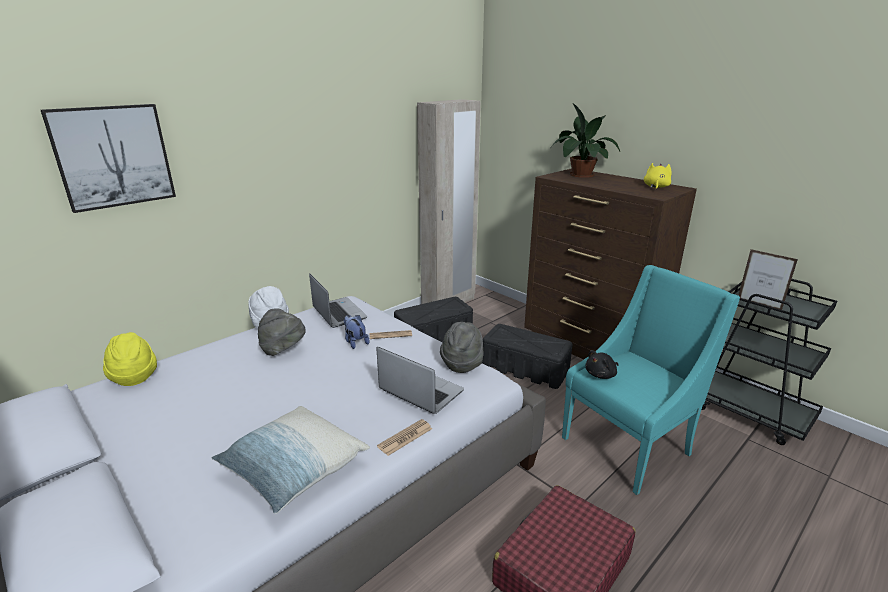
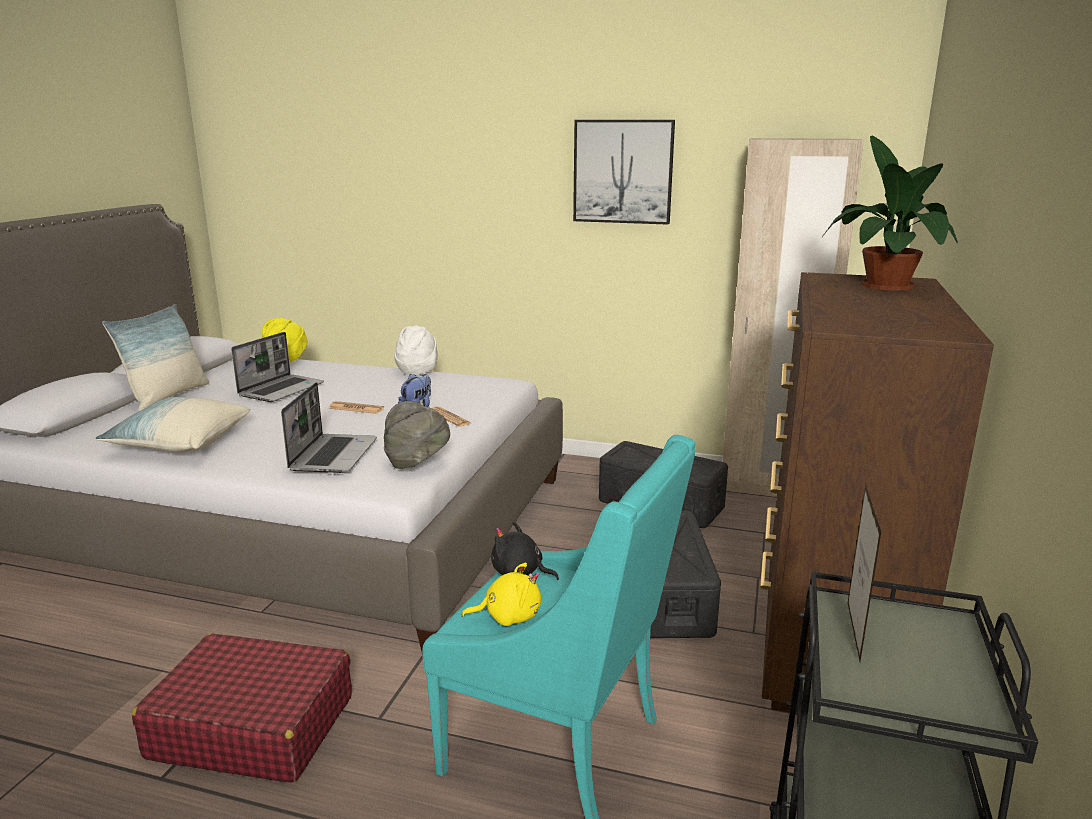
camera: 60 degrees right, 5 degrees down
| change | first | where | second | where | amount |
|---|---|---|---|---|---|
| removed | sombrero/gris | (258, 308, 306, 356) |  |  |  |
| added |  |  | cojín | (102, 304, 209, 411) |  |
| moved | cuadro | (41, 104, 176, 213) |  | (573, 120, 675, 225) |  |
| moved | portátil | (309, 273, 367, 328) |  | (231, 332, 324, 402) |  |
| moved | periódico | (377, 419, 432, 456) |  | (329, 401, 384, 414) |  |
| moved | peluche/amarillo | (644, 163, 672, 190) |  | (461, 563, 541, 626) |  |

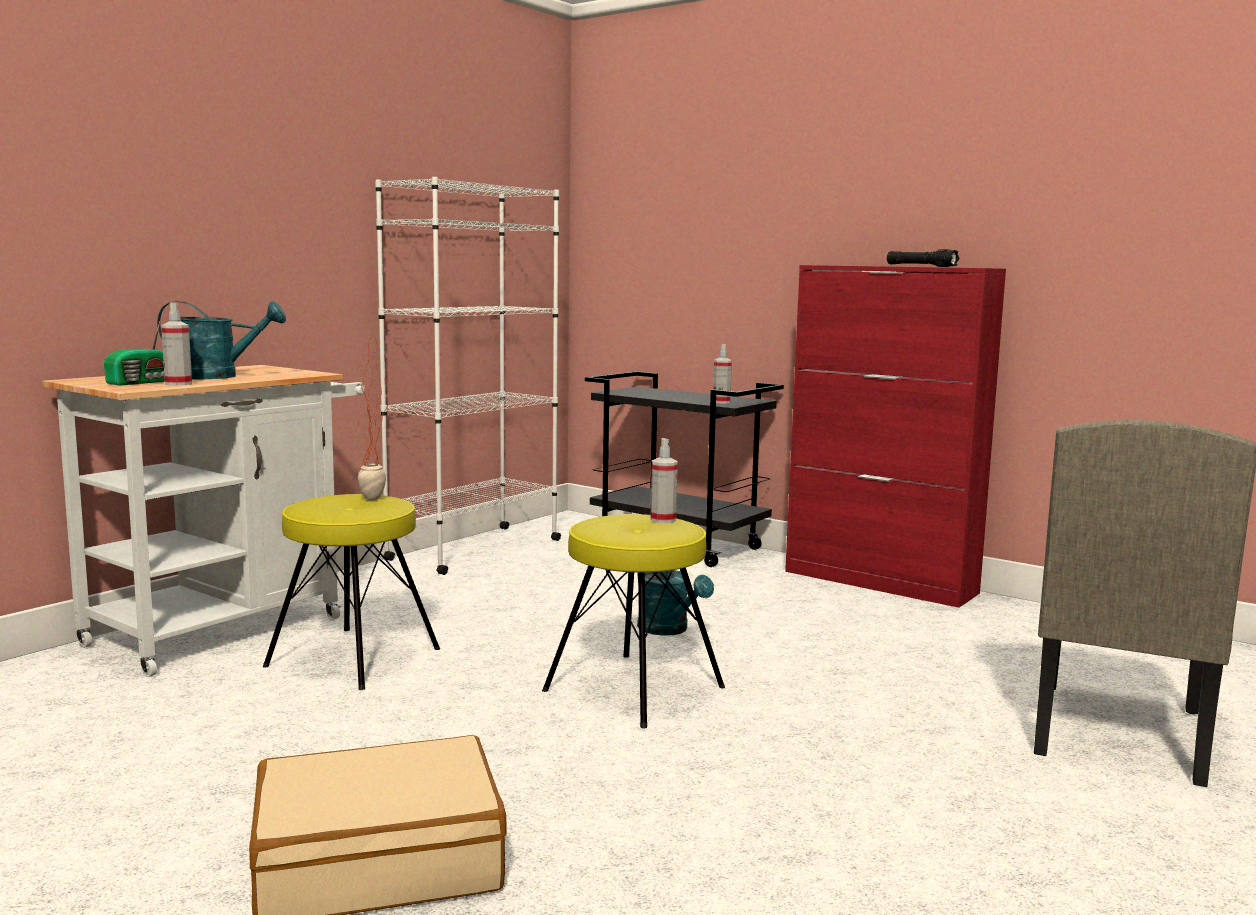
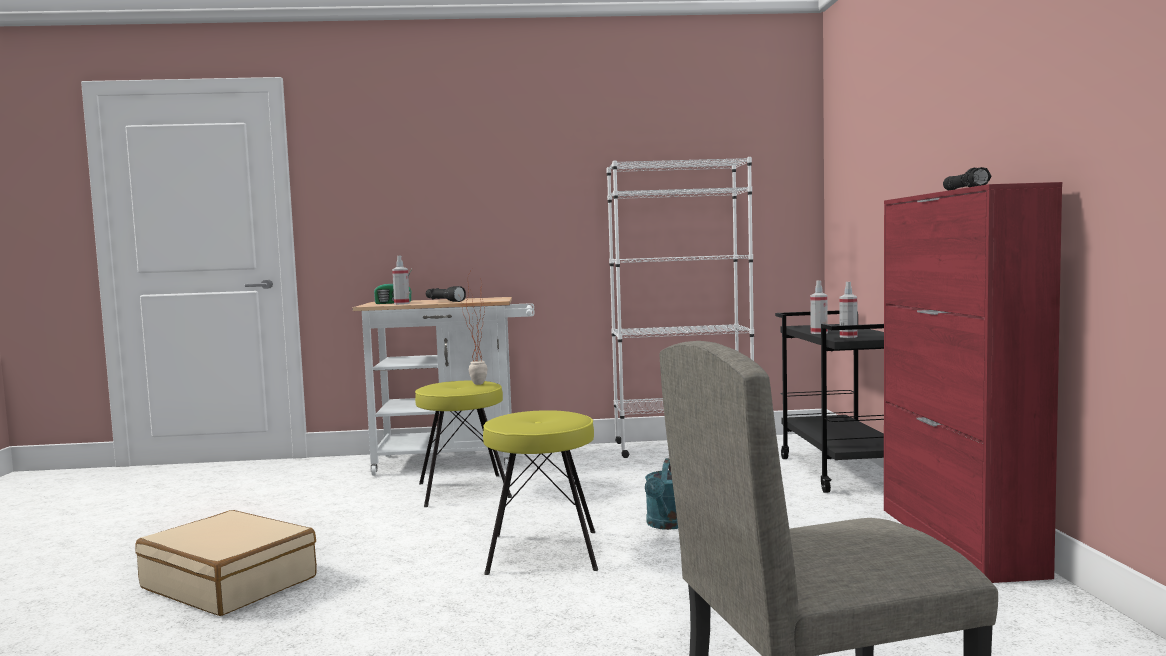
camera: 50 degrees right, 5 degrees down
| change | first | where | second | where | amount |
|---|---|---|---|---|---|
| moved | pulverizador | (650, 438, 678, 523) |  | (810, 281, 828, 334) |  |
| replaced | regadera/turquesa | (157, 301, 286, 379) | linterna/negro | (426, 286, 466, 302) |  |

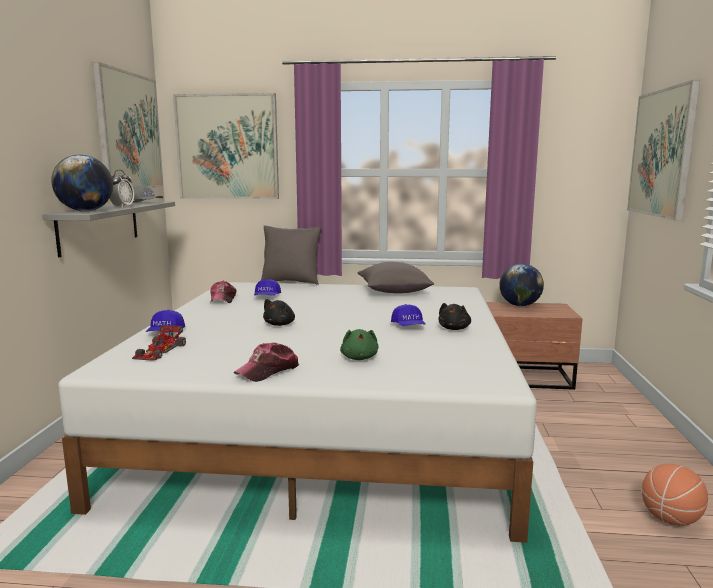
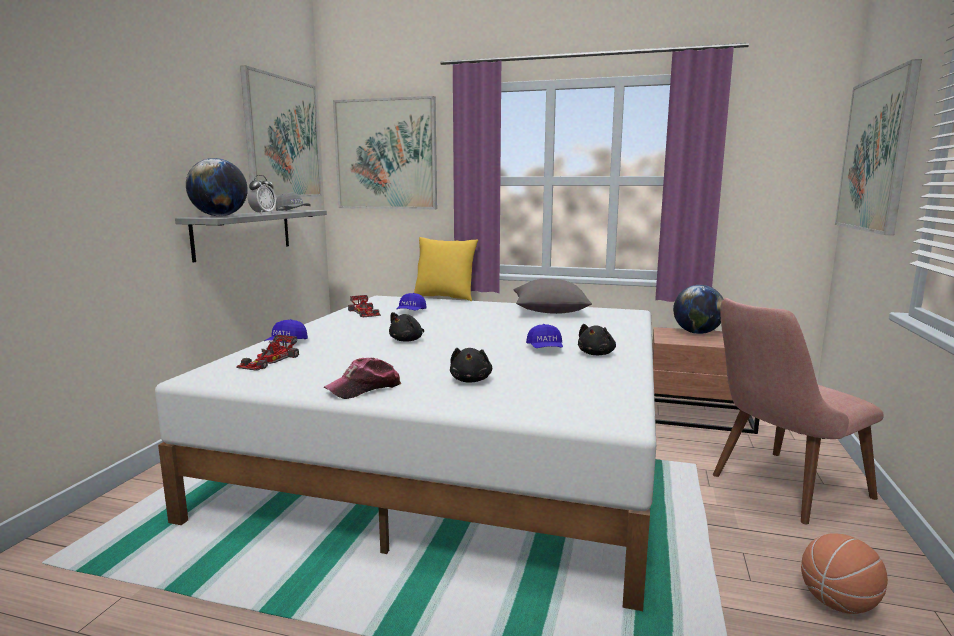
camera: 10 degrees right, 0 degrees up
| change | first | where | second | where | amount |
|---|---|---|---|---|---|
| added |  |  | silla/rosa | (713, 298, 884, 525) |  |
| replaced | gorra | (210, 281, 236, 303) | coche de juguete | (348, 295, 381, 317) |  |
| recoloured | cojín/gris | (261, 225, 322, 285) | cojín/amarillo | (414, 237, 478, 302) |  |
| recoloured | peluche/verde | (340, 329, 378, 360) | peluche/negro | (450, 348, 492, 383) |  |

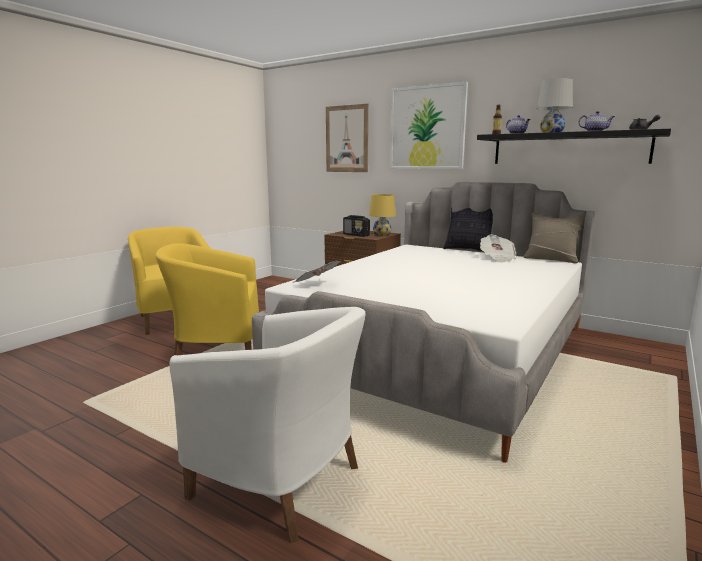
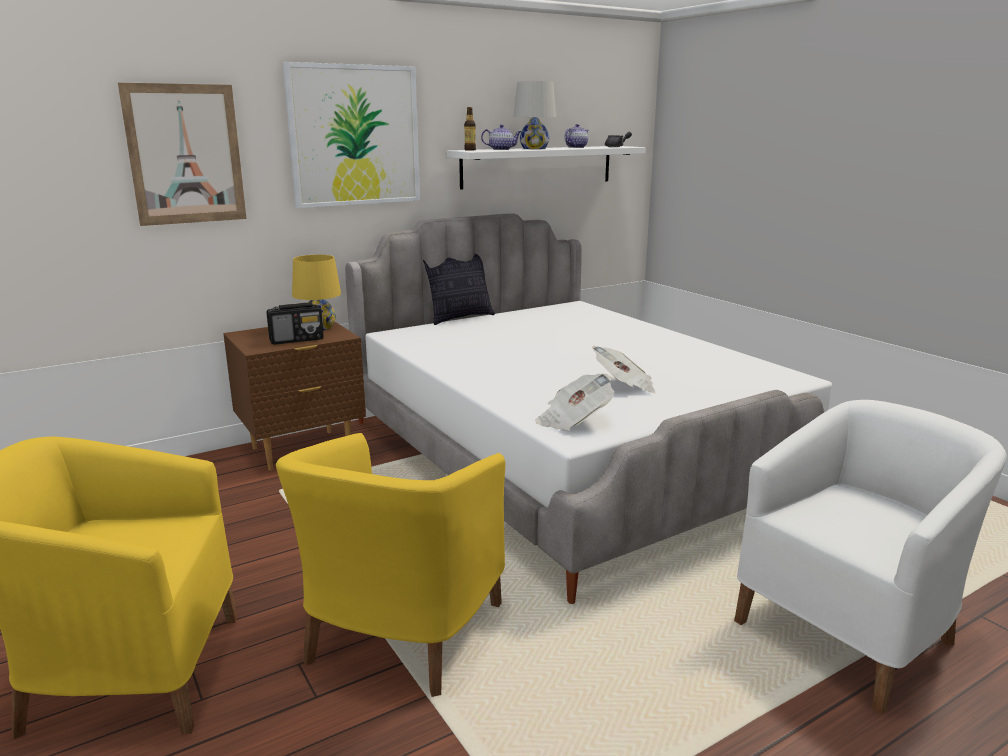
camera: 65 degrees left, 5 degrees up
| change | first | where | second | where | amount |
|---|---|---|---|---|---|
| removed | cojín/beis | (524, 212, 584, 263) |  |  |  |
| moved | periódico | (480, 235, 517, 263) |  | (592, 346, 655, 393) |  |
| recoloured | estante/negro | (477, 129, 671, 164) | estante/blanco | (447, 146, 646, 190) |  |

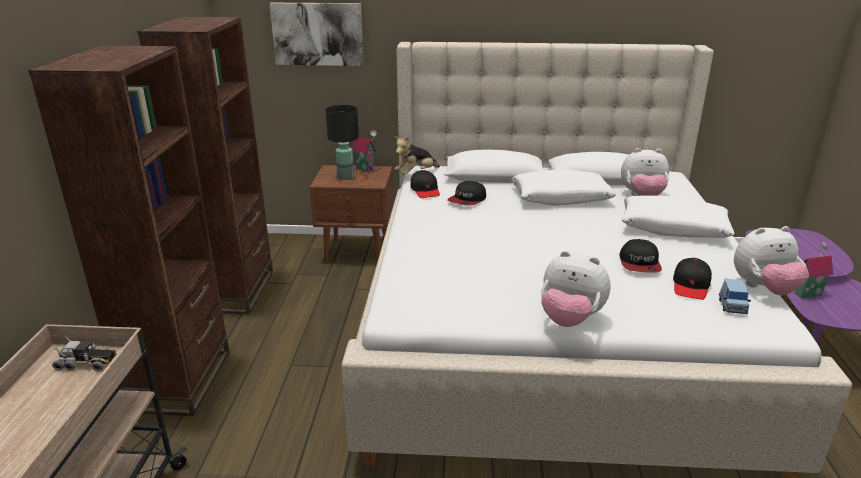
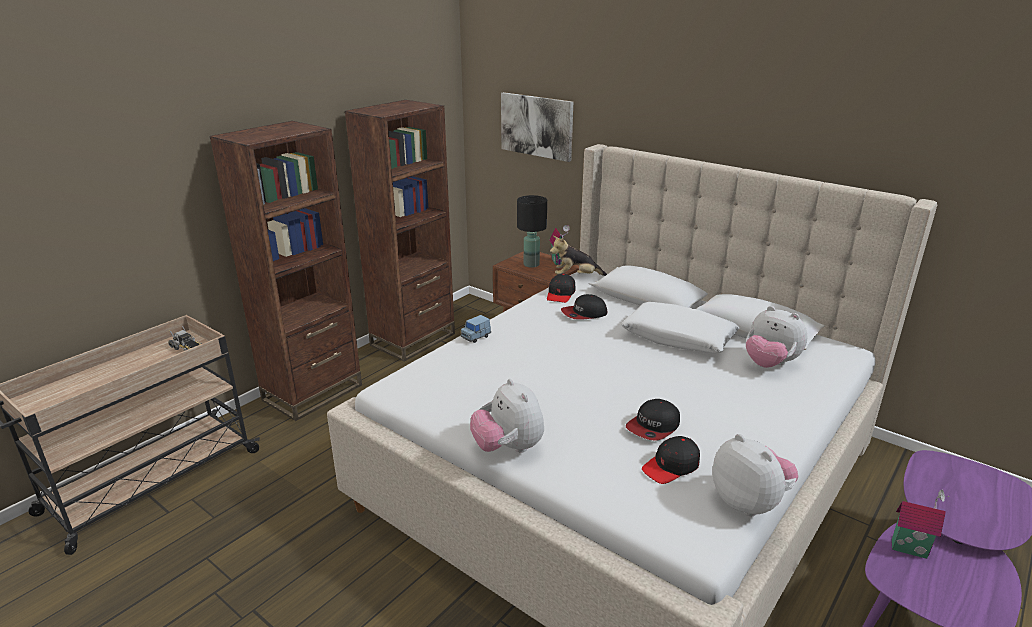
camera: 35 degrees right, 0 degrees up
| change | first | where | second | where | amount |
|---|---|---|---|---|---|
| removed | cojín/blanco | (622, 196, 735, 238) |  |  |  |
| moved | coche de juguete/azul | (719, 279, 751, 314) |  | (461, 315, 491, 343) |  |
| turned | peluche | (734, 226, 809, 295) |  | (712, 434, 798, 516) | 150 degrees counterclockwise |

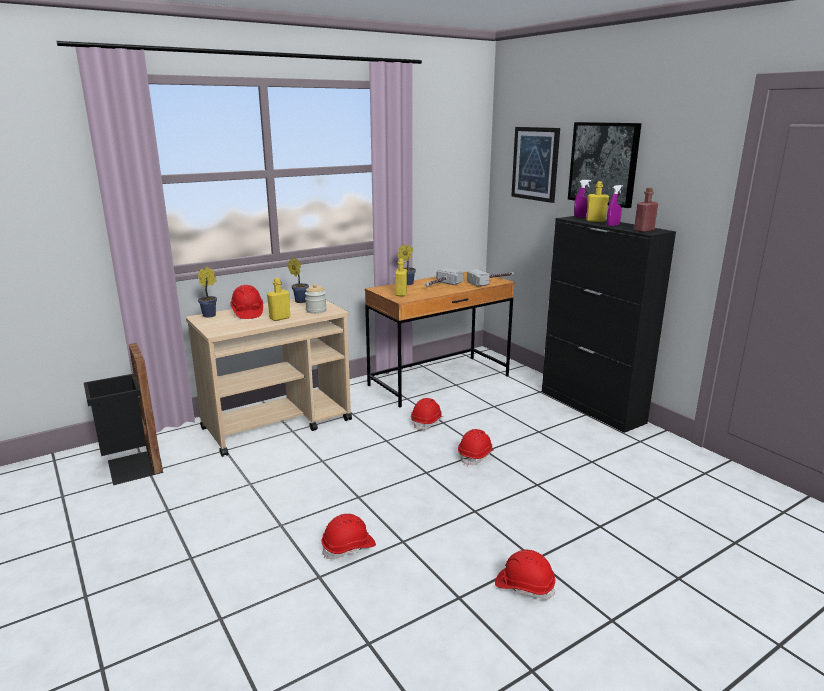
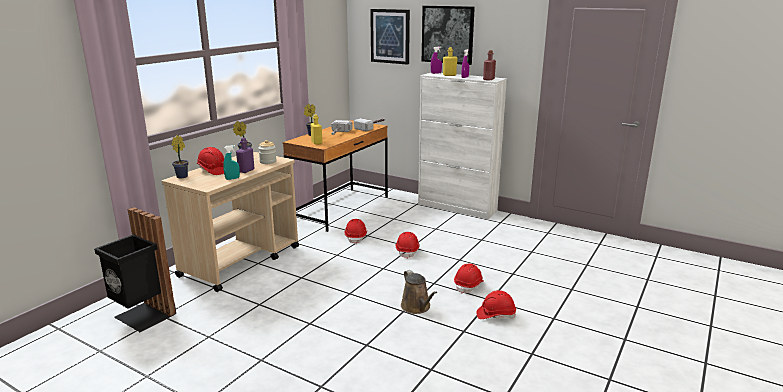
camera: 25 degrees left, 0 degrees up
| change | first | where | second | where | amount |
|---|---|---|---|---|---|
| added |  |  | pulverizador/turquesa | (223, 145, 240, 180) |  |
| added |  |  | regadera/marrón | (401, 270, 437, 314) |  |
| moved | casco/rojo | (322, 514, 376, 559) |  | (454, 263, 483, 294) |  |
| recoloured | botella/amarillo | (267, 278, 290, 321) | botella/morado | (236, 138, 255, 173) |  |
| recoloured | armario/negro | (542, 216, 676, 433) | armario/blanco | (418, 73, 507, 219) |  |

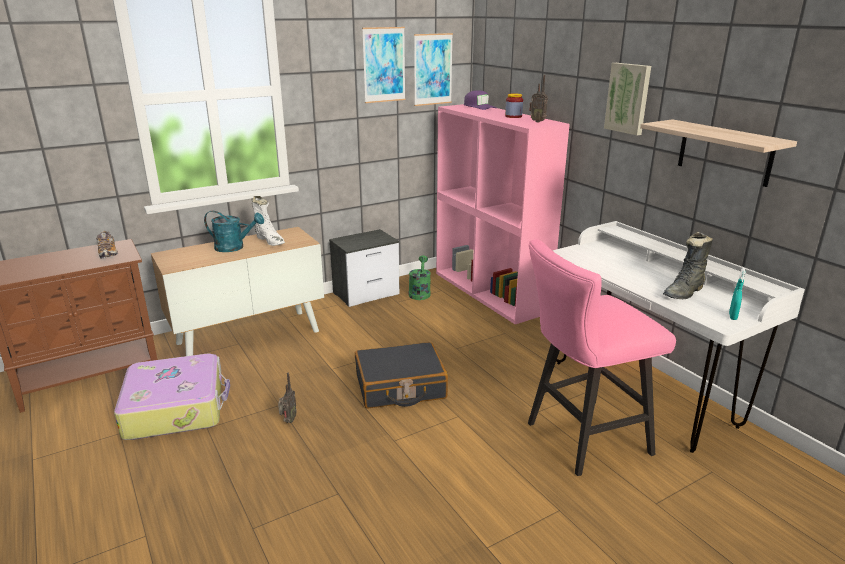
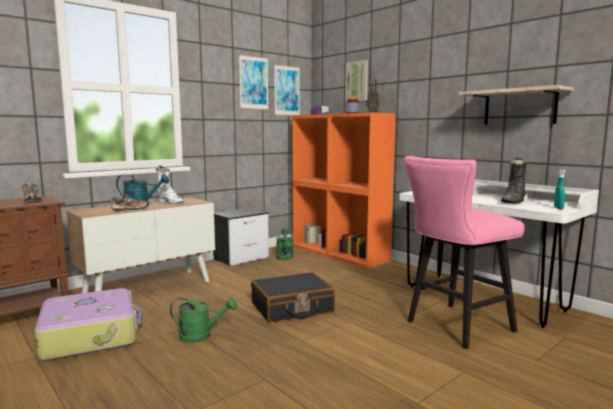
camera: 10 degrees left, 15 degrees down
| change | first | where | second | where | amount |
|---|---|---|---|---|---|
| added |  |  | zapato | (110, 194, 148, 211) |  |
| moved | cuadro | (604, 63, 651, 135) |  | (346, 60, 368, 102) |  |
| replaced | radio | (278, 373, 297, 423) | regadera/verde | (170, 297, 237, 343) |  |
| recoloured | estantería/rosa | (436, 104, 570, 324) | estantería/naranja | (292, 113, 396, 268) |  |

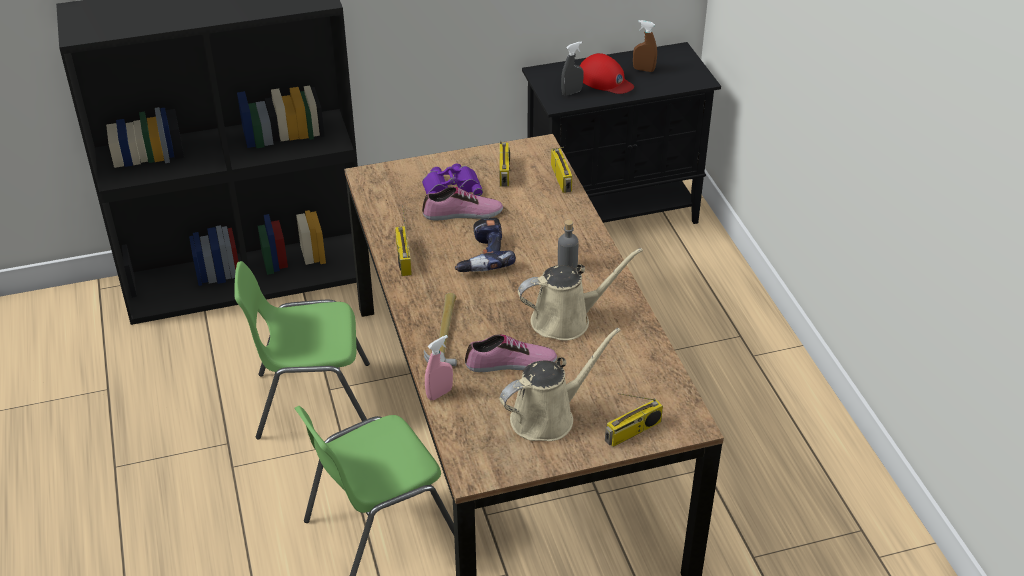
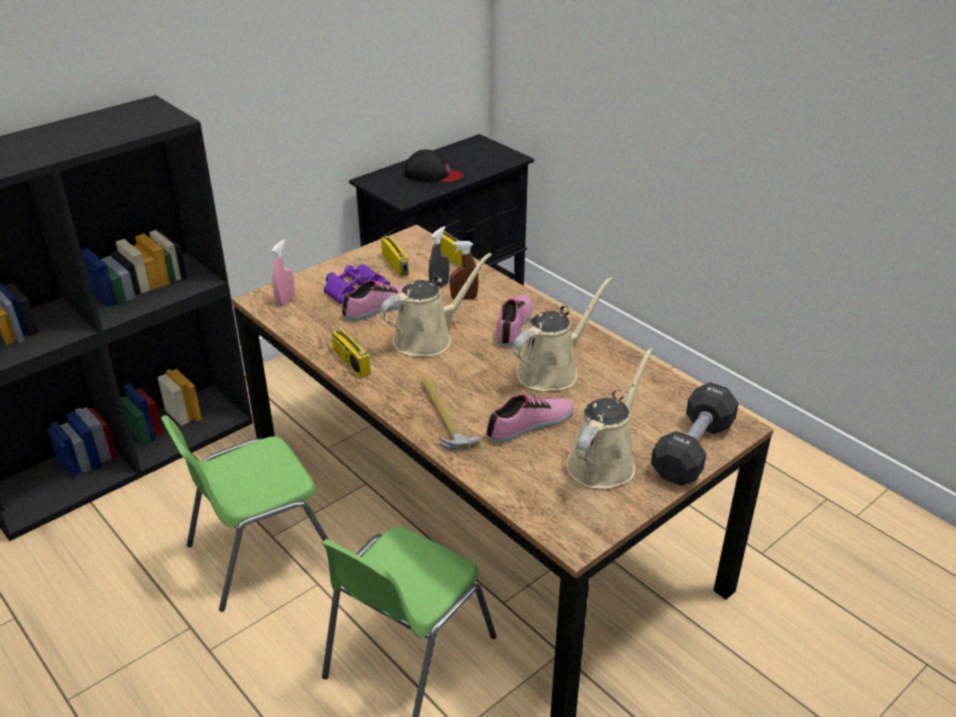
camera: 25 degrees left, 5 degrees down
| change | first | where | second | where | amount |
|---|---|---|---|---|---|
| moved | pulverizador/rosa | (425, 335, 453, 400) |  | (272, 239, 295, 307) |  |
| moved | pulverizador/gris | (561, 41, 584, 96) |  | (429, 226, 449, 288) |  |
| moved | pulverizador/marrón | (633, 20, 657, 72) |  | (450, 241, 479, 300) |  |
| replaced | taladro | (455, 218, 516, 272) | regadera/beis | (380, 253, 492, 357) |  |
| replaced | botella/gris | (558, 220, 579, 268) | zapato | (496, 295, 533, 347) |  |
| replaced | radio | (605, 393, 663, 447) | mancuerna/negro | (651, 382, 739, 486) |  |
| recoloured | gorra/rojo | (580, 53, 634, 94) | gorra/negro | (404, 149, 463, 182) |  |

